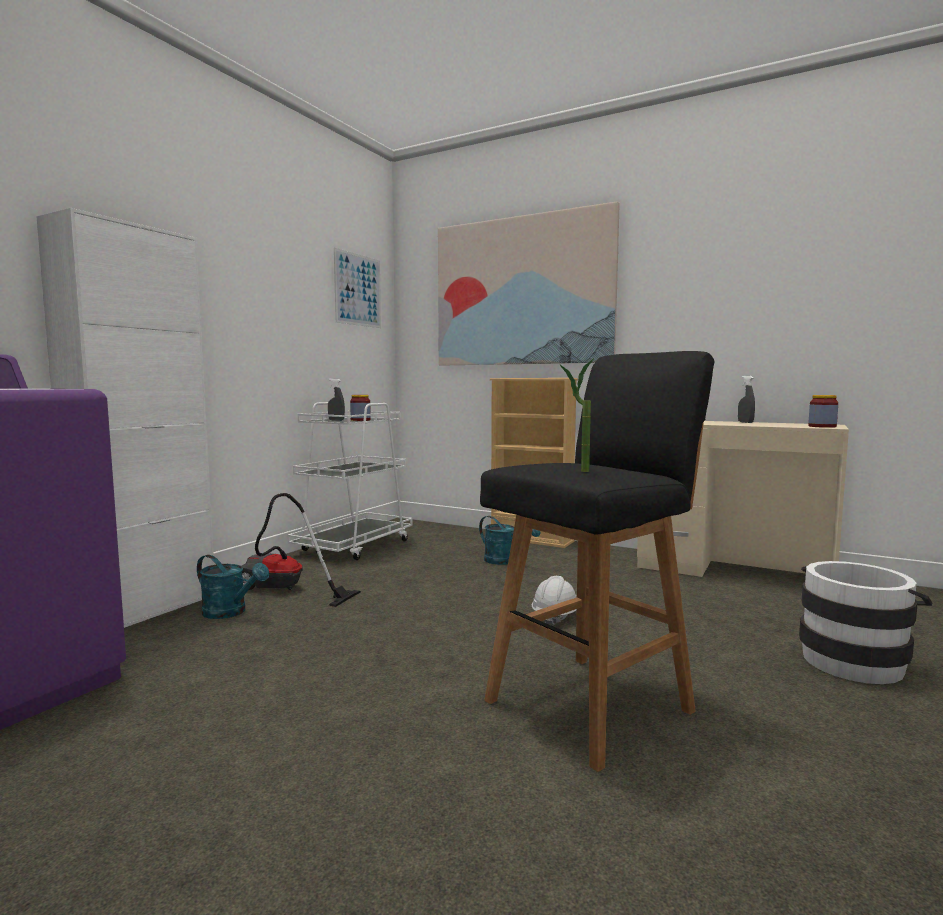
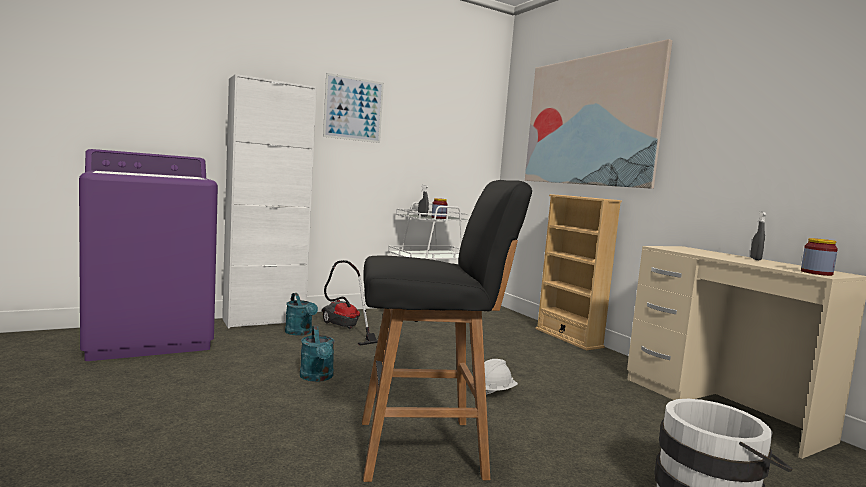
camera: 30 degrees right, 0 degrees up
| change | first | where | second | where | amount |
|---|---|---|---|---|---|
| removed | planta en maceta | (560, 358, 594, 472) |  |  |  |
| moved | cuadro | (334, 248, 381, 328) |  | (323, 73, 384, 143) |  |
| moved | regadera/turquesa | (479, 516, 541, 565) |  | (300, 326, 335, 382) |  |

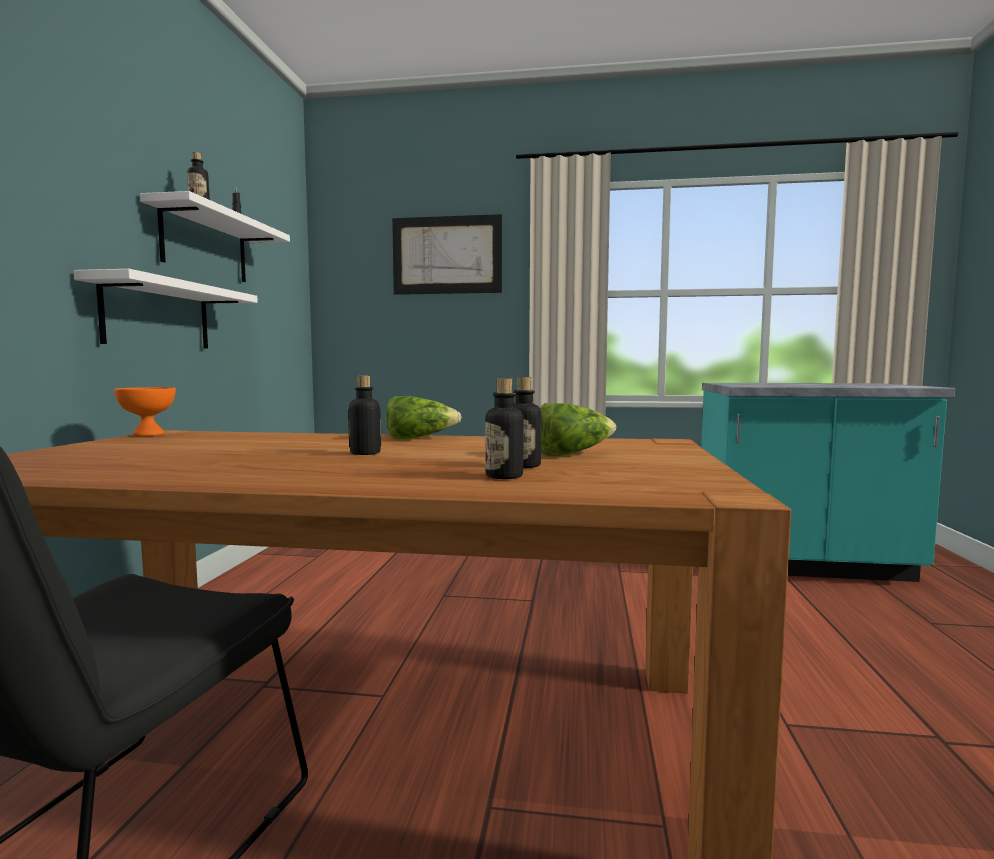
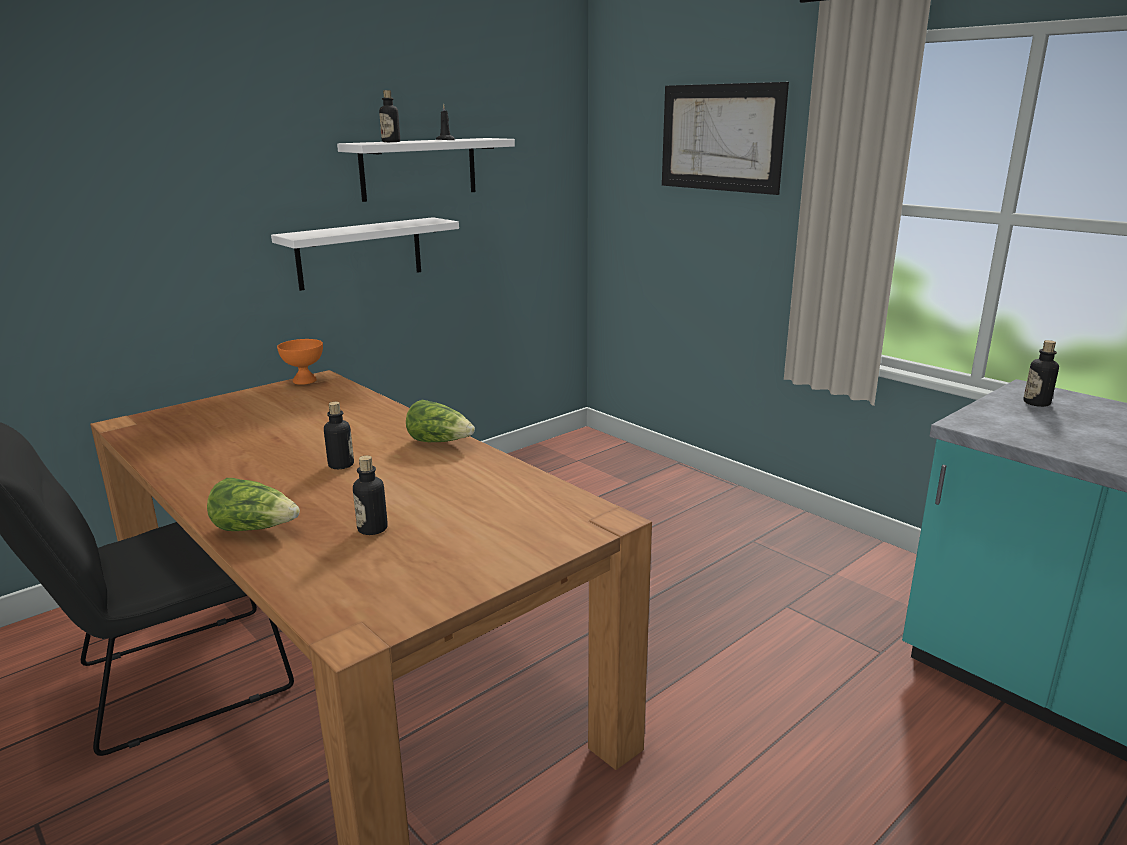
camera: 40 degrees right, 15 degrees up
| change | first | where | second | where | amount |
|---|---|---|---|---|---|
| moved | botella | (485, 378, 524, 479) |  | (1023, 340, 1059, 407) |  |
| moved | lechuga | (540, 403, 616, 456) |  | (207, 478, 300, 531) |  |

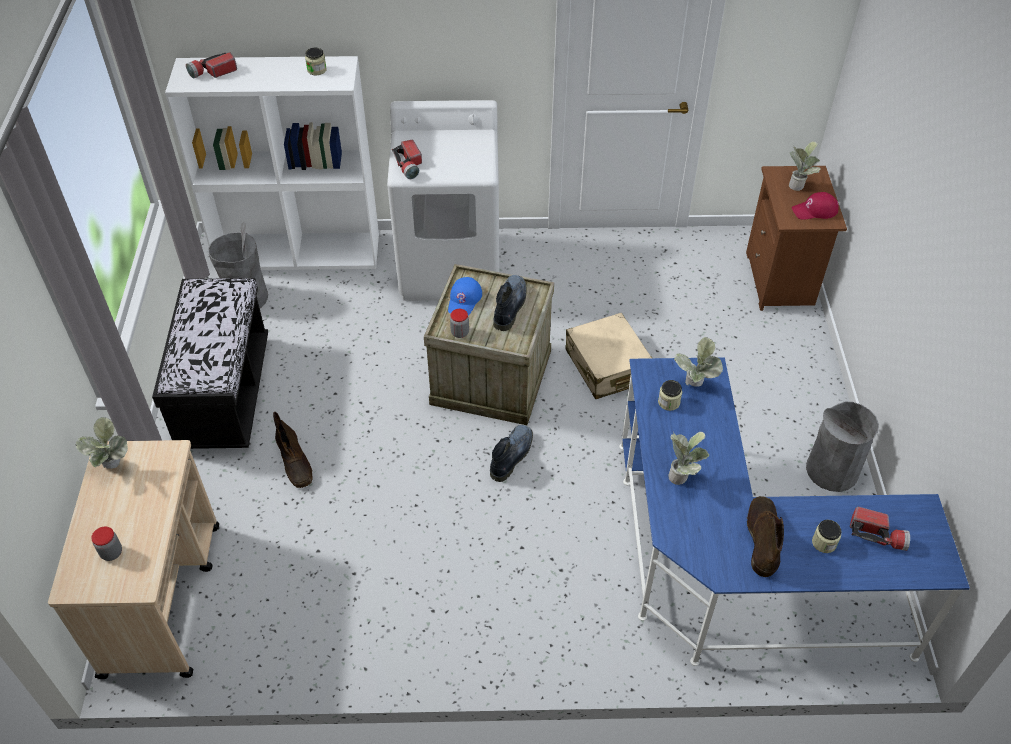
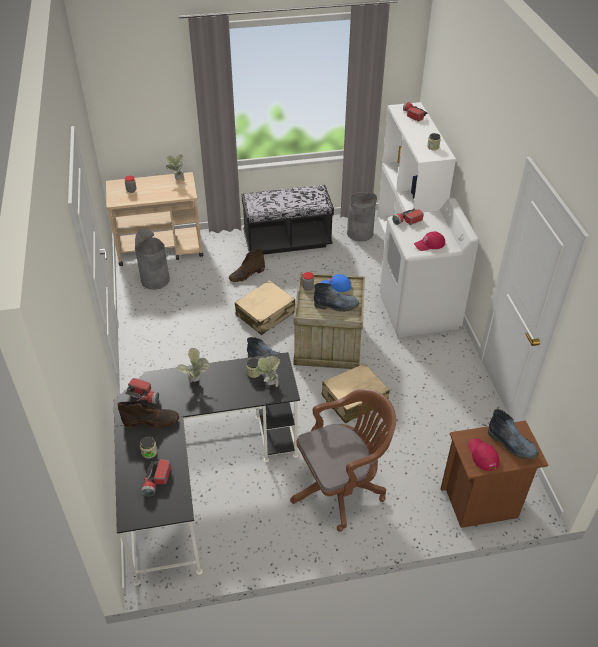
camera: 80 degrees right, 5 degrees down
| change | first | where | second | where | amount |
|---|---|---|---|---|---|
| added |  |  | linterna | (125, 378, 159, 404) |  |
| added |  |  | maleta/beis | (235, 280, 295, 335) |  |
| added |  |  | silla de oficina/marrón | (290, 389, 396, 532) |  |
| added |  |  | gorra/rojo | (414, 231, 445, 251) |  |
| moved | papelera/gris | (806, 402, 879, 492) |  | (135, 228, 170, 290) |  |
| replaced | planta en maceta | (789, 141, 821, 191) | bota | (488, 409, 539, 460) |  |
| recoloured | escritorio/azul | (619, 357, 970, 666) | escritorio/negro | (114, 352, 300, 586) |  |

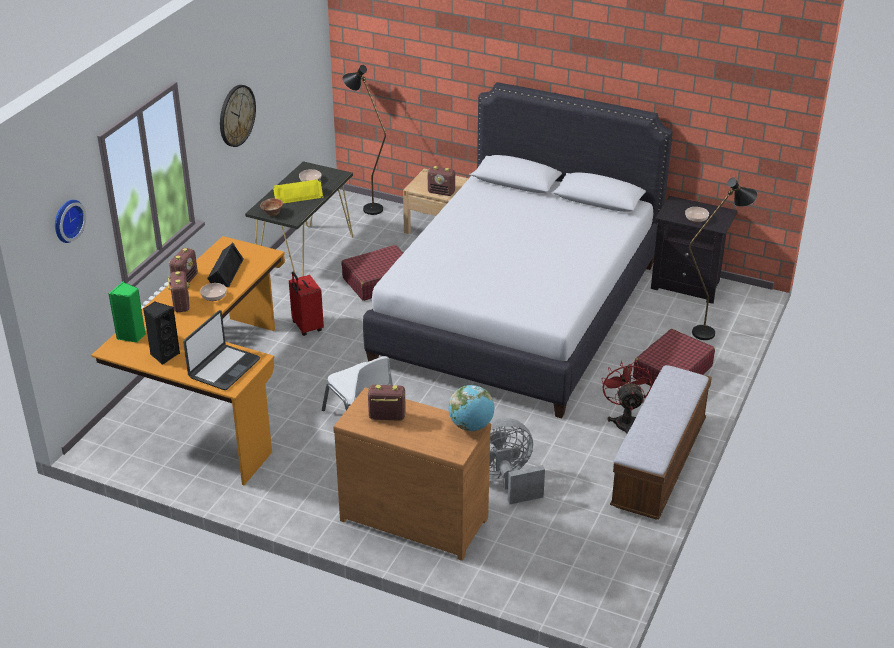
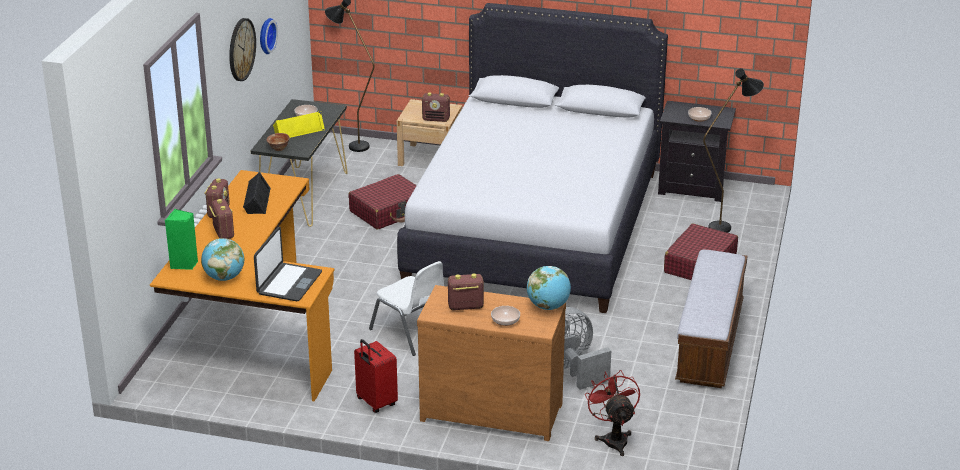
camera: 10 degrees left, 5 degrees down
| change | first | where | second | where | amount |
|---|---|---|---|---|---|
| moved | reloj de pared | (55, 200, 86, 243) |  | (260, 18, 278, 54) |  |
| moved | cuenco | (200, 283, 227, 301) |  | (491, 306, 520, 326) |  |
| moved | maleta/rojo | (289, 272, 324, 336) |  | (354, 339, 398, 413) |  |
| moved | ventilador/rojo | (602, 360, 652, 433) |  | (585, 370, 640, 456) |  |
| replaced | altavoz/negro | (143, 301, 180, 365) | globo terráqueo | (201, 238, 245, 281) |  |

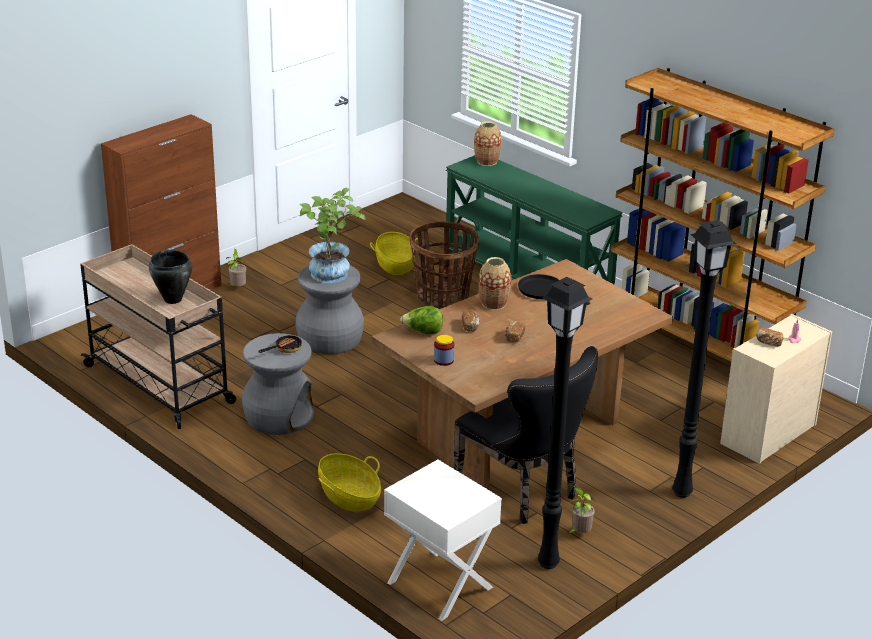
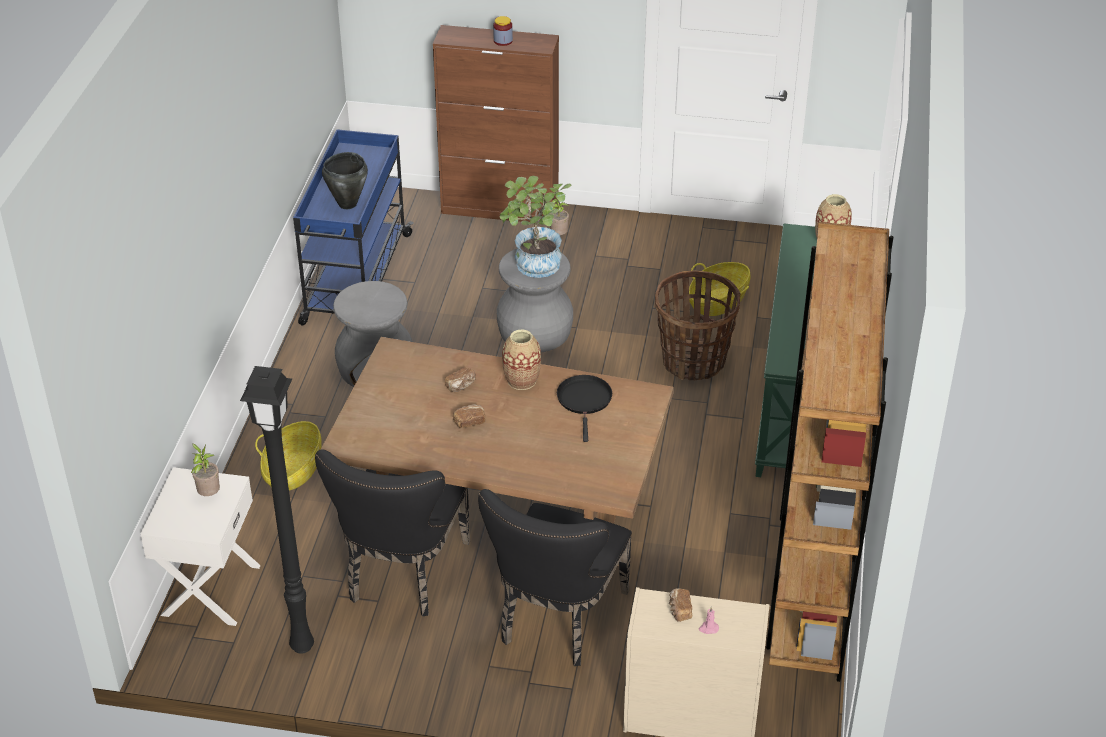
camera: 55 degrees right, 10 degrees up
| change | first | where | second | where | amount |
|---|---|---|---|---|---|
| removed | sartén | (258, 333, 302, 353) |  |  |  |
| removed | lechuga | (400, 306, 443, 334) |  |  |  |
| removed | lámpara de pie/negro | (672, 220, 736, 498) |  |  |  |
| added |  |  | silla/negro | (478, 489, 632, 666) |  |
| moved | tarro | (434, 335, 454, 366) |  | (493, 16, 513, 46) |  |
| moved | planta en maceta | (568, 487, 595, 534) |  | (191, 443, 220, 496) |  |
| recoloured | carrito/beis | (80, 244, 236, 429) | carrito/azul | (293, 129, 414, 325) |  |

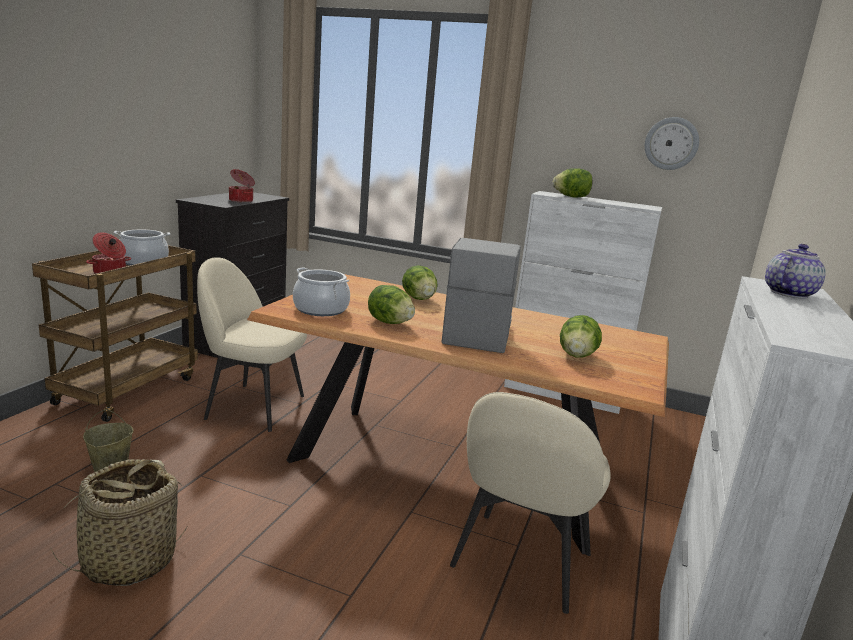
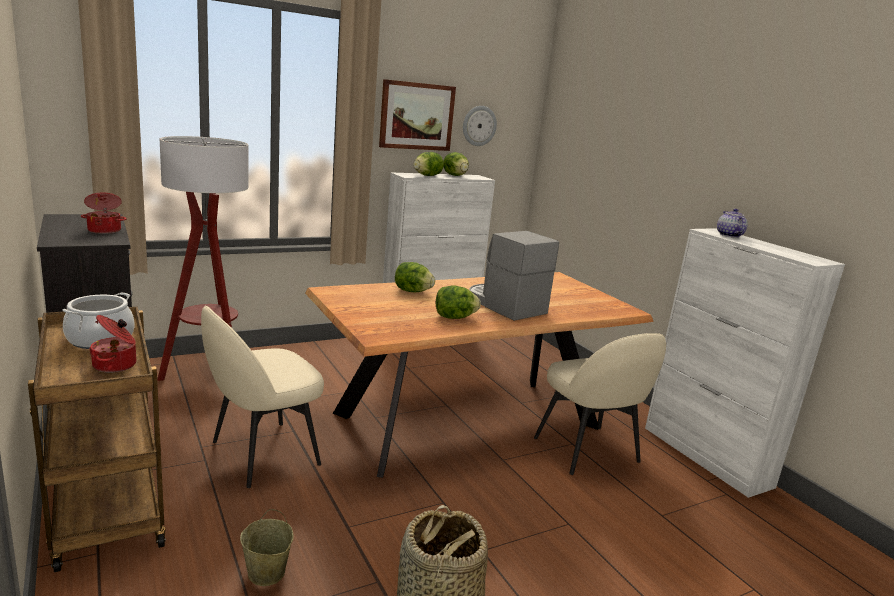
camera: 50 degrees left, 0 degrees up
| change | first | where | second | where | amount |
|---|---|---|---|---|---|
| removed | olla | (293, 268, 350, 316) |  |  |  |
| added |  |  | lámpara de pie | (157, 136, 248, 381) |  |
| added |  |  | cuadro | (379, 79, 456, 151) |  |
| moved | lechuga | (560, 315, 602, 357) |  | (443, 152, 469, 176) |  |

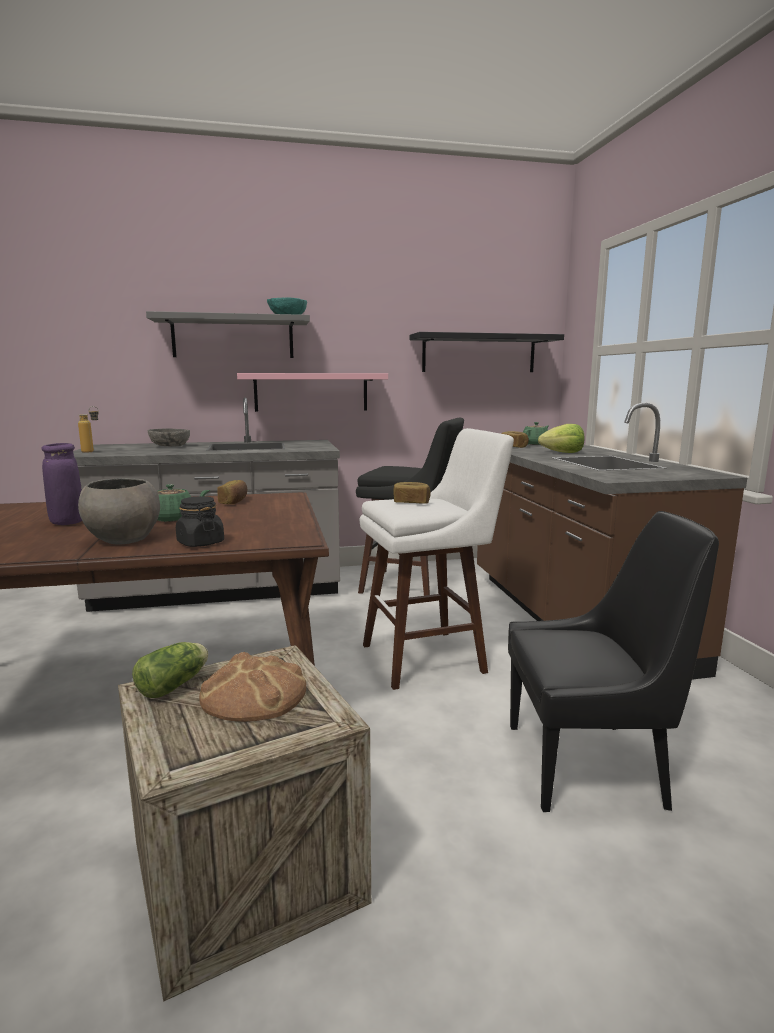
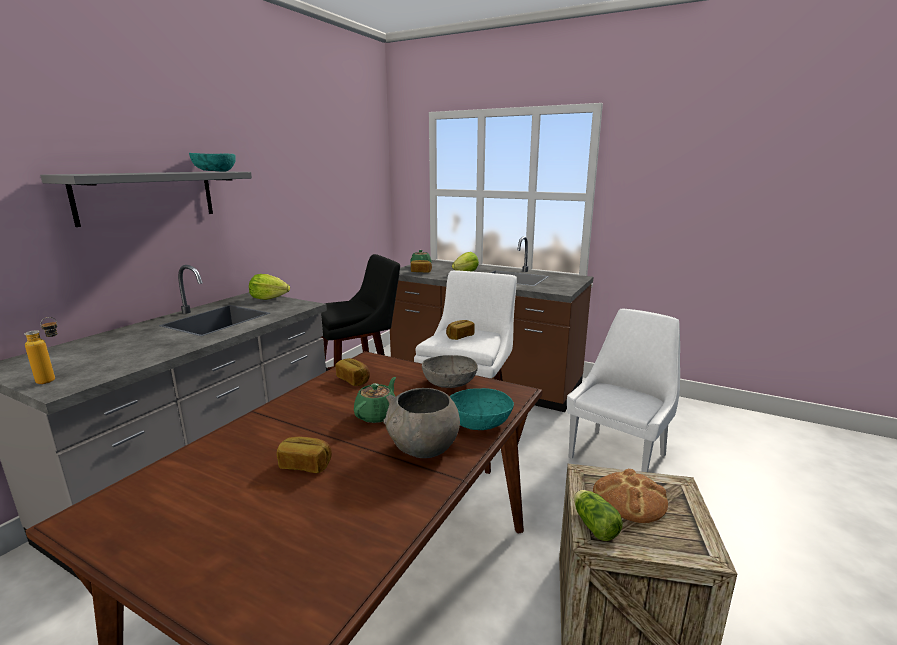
camera: 50 degrees left, 5 degrees up
| change | first | where | second | where | amount |
|---|---|---|---|---|---|
| removed | estante/rosa | (237, 373, 388, 412) |  |  |  |
| removed | estante/negro | (410, 332, 564, 372) |  |  |  |
| added |  |  | lechuga | (249, 274, 290, 300) |  |
| moved | cuenco/gris | (148, 428, 190, 447) |  | (422, 355, 478, 388) |  |
| replaced | florero/morado | (41, 443, 82, 525) | pan | (277, 436, 332, 473) |  |
| replaced | tarro/negro | (176, 496, 224, 547) | cuenco/turquesa | (449, 388, 514, 430) |  |
| recoloured | silla/negro | (508, 511, 719, 812) | silla/blanco | (567, 309, 680, 472) |  |

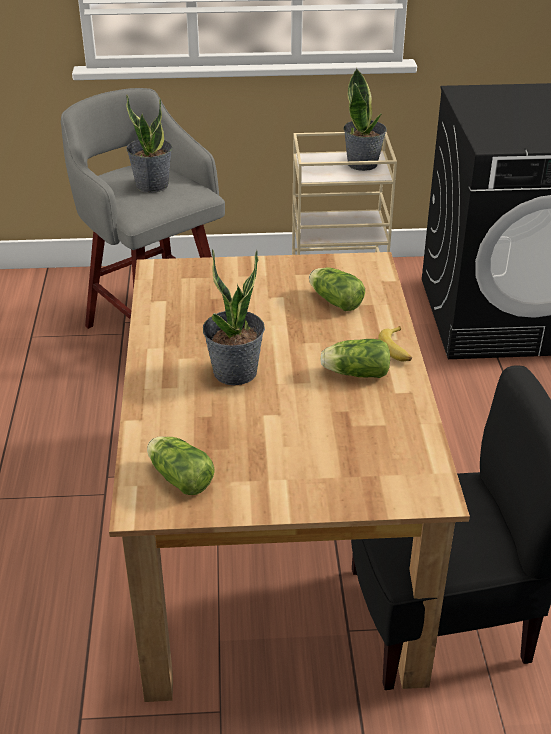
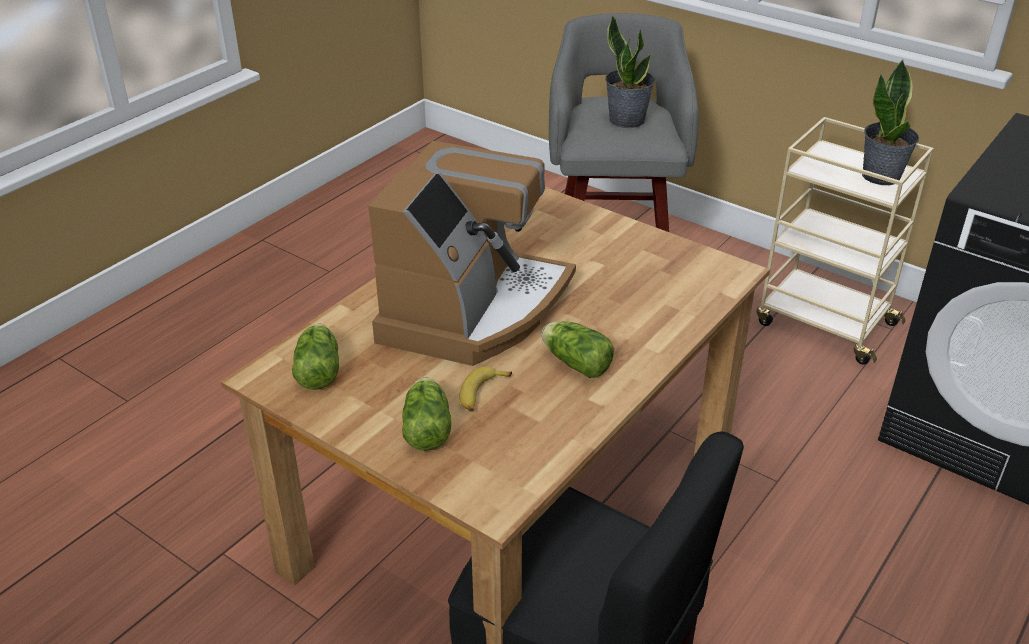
camera: 40 degrees right, 0 degrees up
| change | first | where | second | where | amount |
|---|---|---|---|---|---|
| moved | lechuga | (309, 267, 365, 311) |  | (402, 378, 451, 451) |  |
| moved | plátano | (378, 326, 412, 361) |  | (459, 366, 512, 412) |  |
| replaced | planta en maceta | (203, 249, 265, 385) | cafetera | (368, 141, 576, 366) |  |

